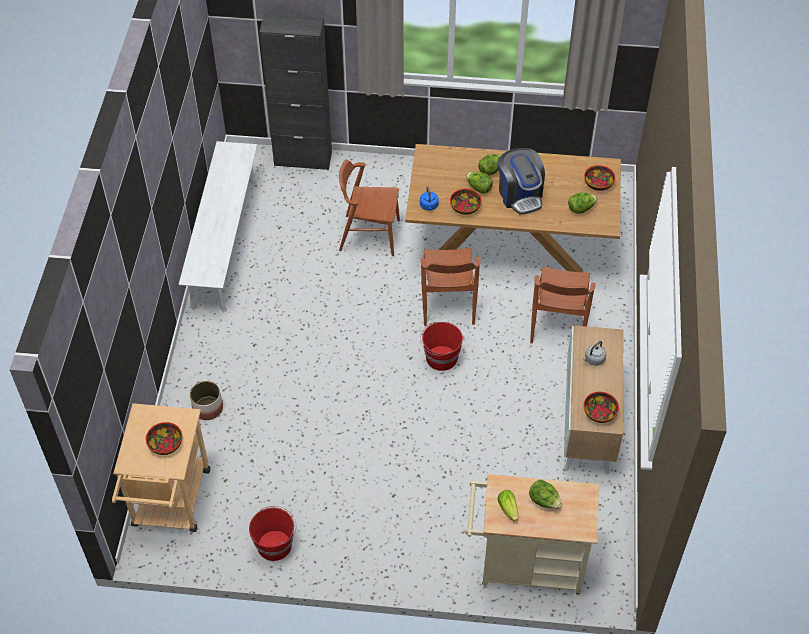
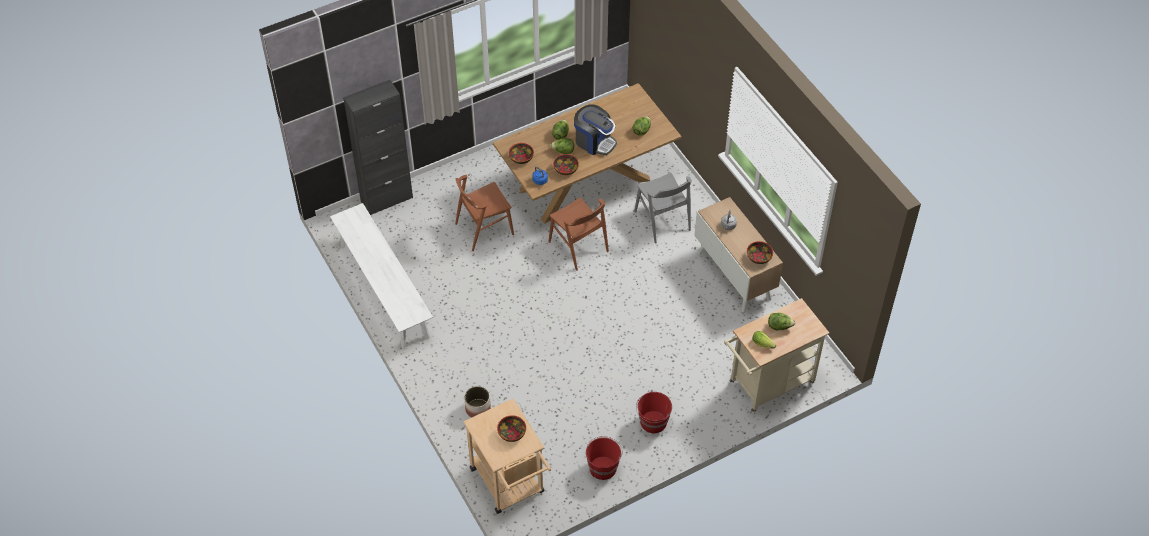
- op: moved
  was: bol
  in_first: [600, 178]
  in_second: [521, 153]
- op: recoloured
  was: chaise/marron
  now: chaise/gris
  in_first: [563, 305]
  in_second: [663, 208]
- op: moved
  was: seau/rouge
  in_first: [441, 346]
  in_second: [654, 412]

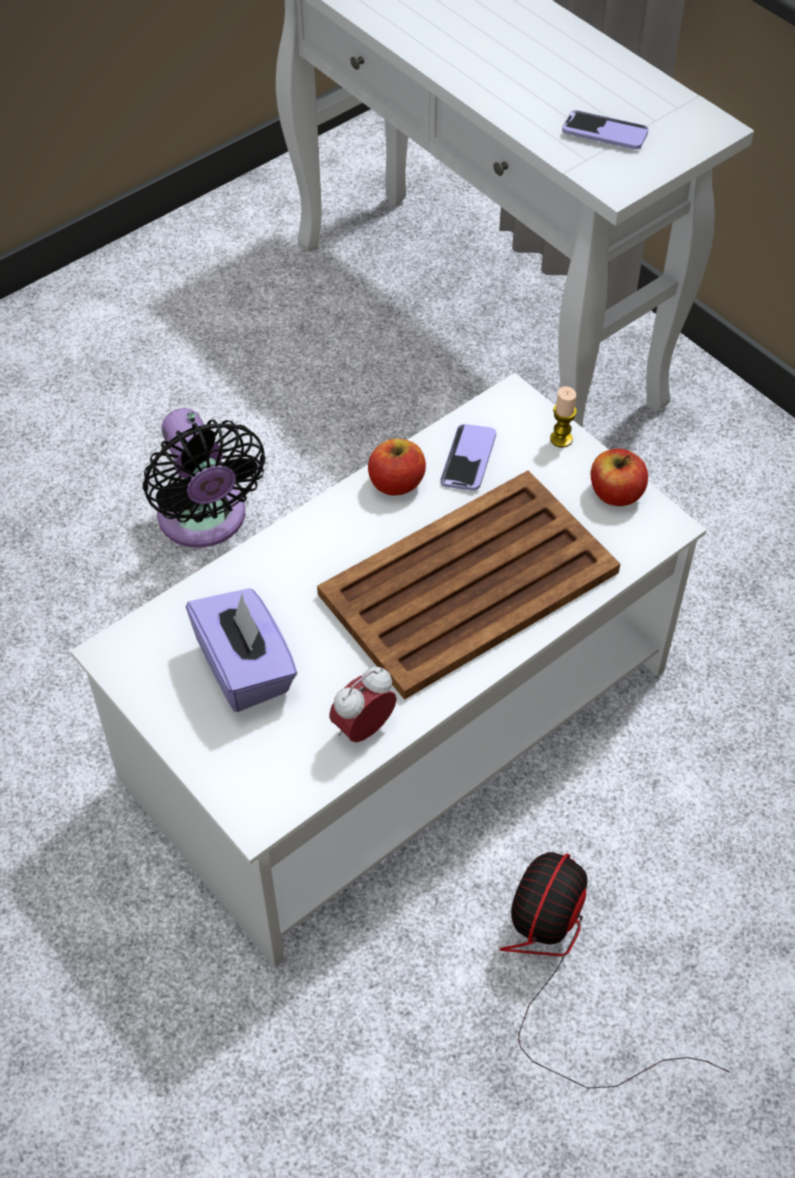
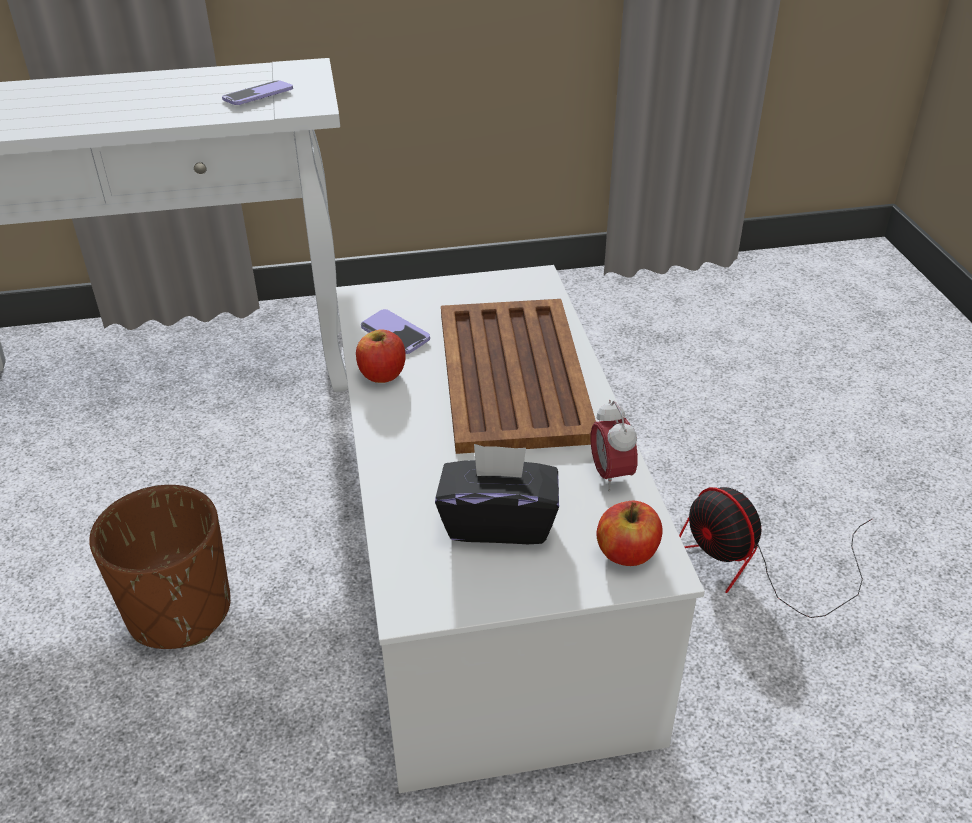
- op: removed
  was: bougie
  in_first: [563, 416]
- op: replaced
  was: ventilateur/noir
  now: cache-pot/marron
  in_first: [204, 478]
  in_second: [160, 567]
- op: moved
  was: pomme
  in_first: [619, 477]
  in_second: [630, 533]
- op: recoloured
  was: boîte à mouchoirs/violet
  now: boîte à mouchoirs/noir
  in_first: [242, 650]
  in_second: [497, 494]

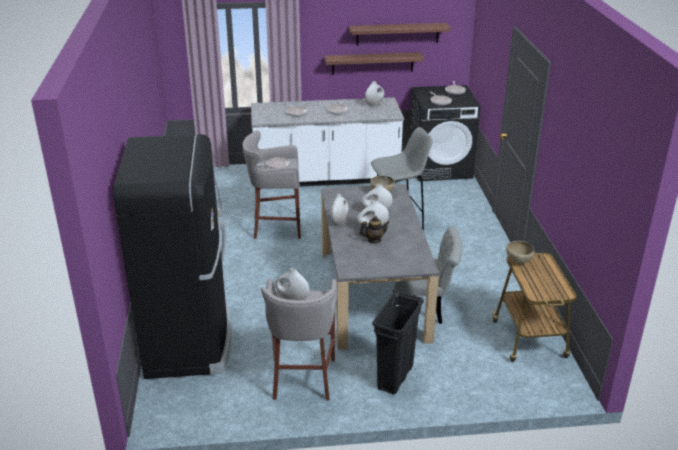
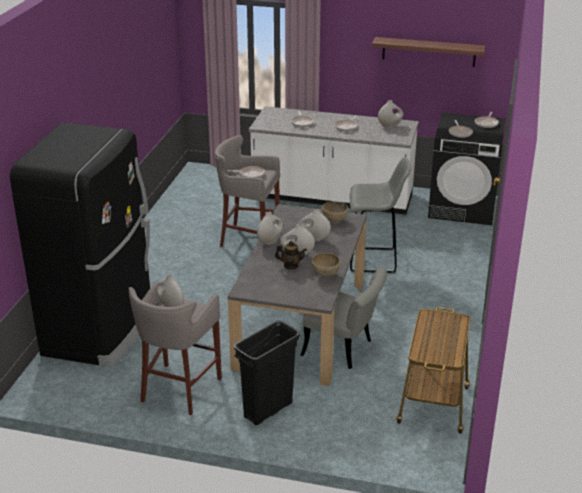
- op: removed
  was: étagère
  in_first: [374, 63]
- op: moved
  was: bol/marron
  in_first: [520, 252]
  in_second: [326, 265]

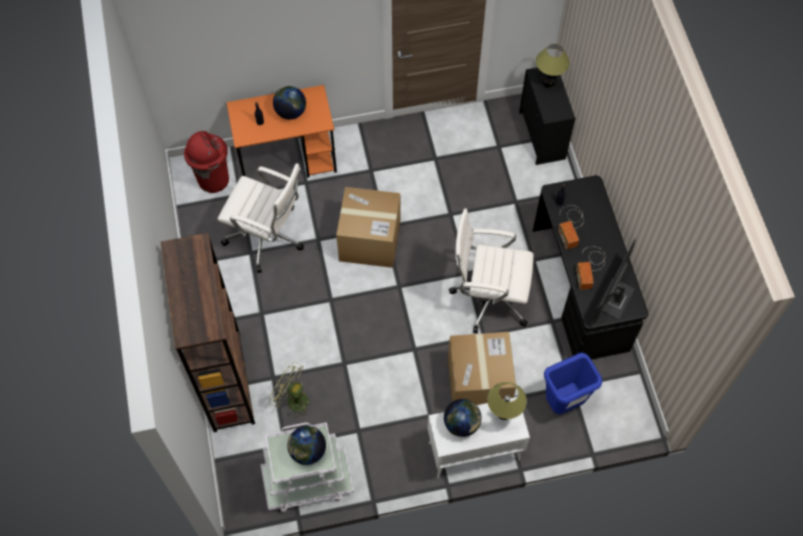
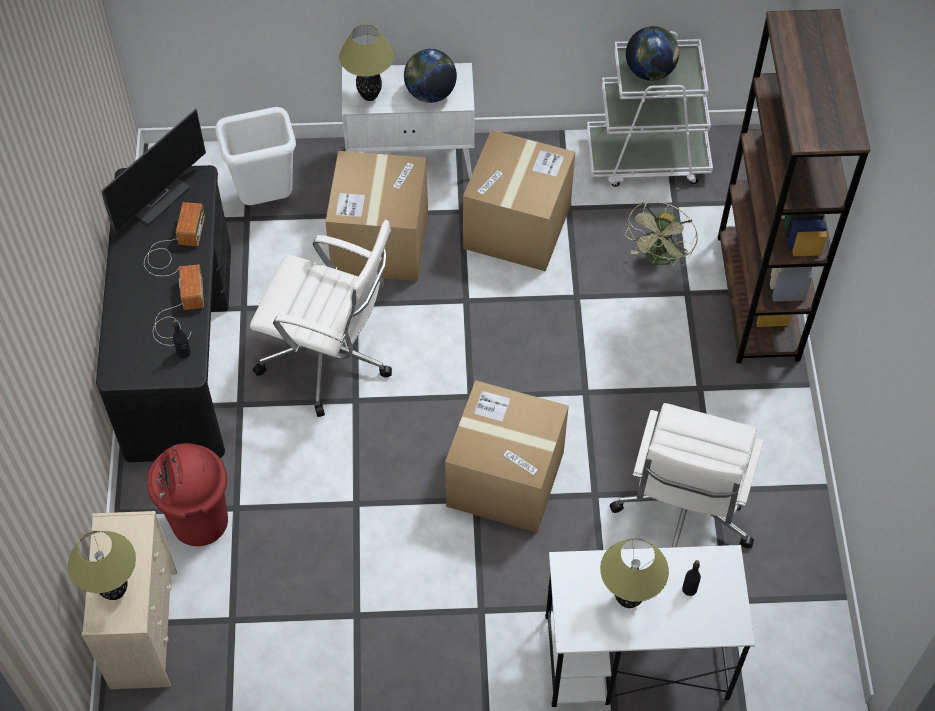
- op: recoloured
  was: commode/noir
  now: commode/beige
  in_first: [547, 116]
  in_second: [129, 600]
- op: recoloured
  was: bureau/orange
  now: bureau/blanc
  in_first: [281, 131]
  in_second: [650, 626]
- op: replaced
  was: globe
  now: lampe de table
  in_first: [289, 103]
  in_second: [634, 573]
- op: moved
  was: poubelle/rouge
  in_first: [206, 162]
  in_second: [187, 494]
- op: turned
  was: chaise de bureau/blanc
  in_first: [260, 218]
  in_second: [686, 475]
  clockwise: -105
- op: recoloured
  was: poubelle/bleu
  now: poubelle/blanc
  in_first: [573, 383]
  in_second: [255, 156]
- op: turned
  was: ventilateur/vert
  in_first: [289, 390]
  in_second: [661, 233]
  clockwise: 75
- op: added
  now: carton
  in_second: [519, 201]

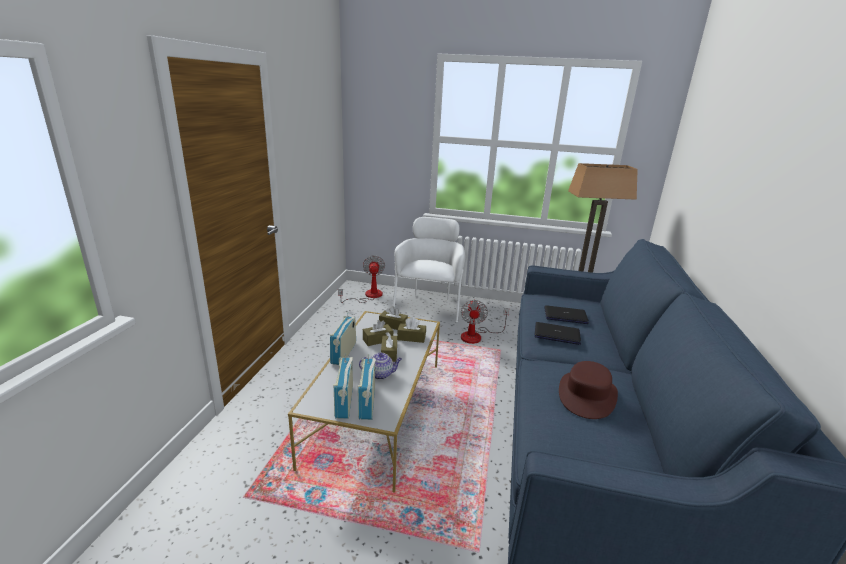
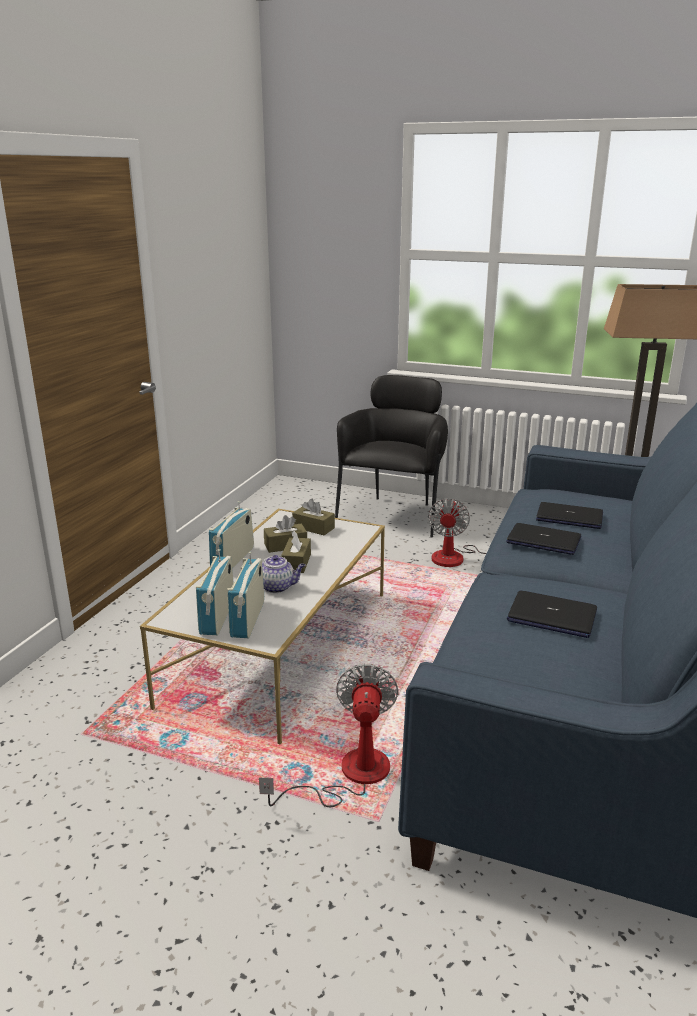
- op: recoloured
  was: fauteuil/blanc
  now: fauteuil/noir
  in_first: [429, 269]
  in_second: [391, 456]
- op: moved
  was: ventilateur
  in_first: [361, 279]
  in_second: [329, 735]
- op: removed
  was: boîte à mouchoirs/marron
  in_first: [411, 330]
- op: replaced
  was: chapeau/marron
  now: ordinateur portable
  in_first: [588, 390]
  in_second: [552, 614]

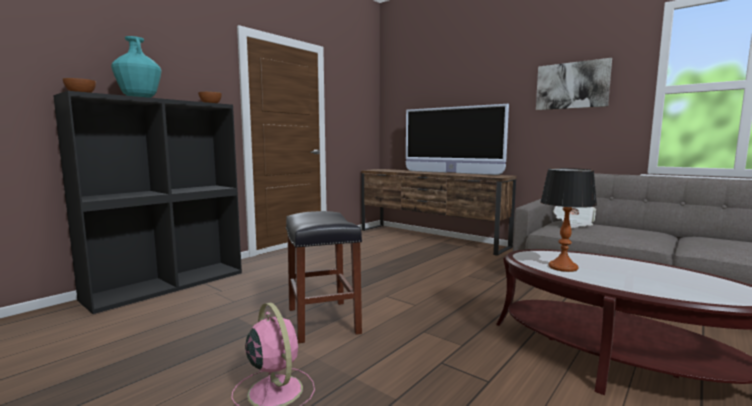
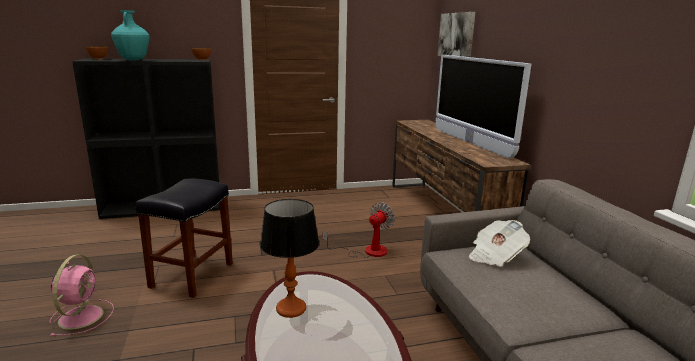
- op: moved
  was: tableau
  in_first: [574, 84]
  in_second: [456, 34]
- op: added
  now: ventilateur
  in_second: [358, 230]

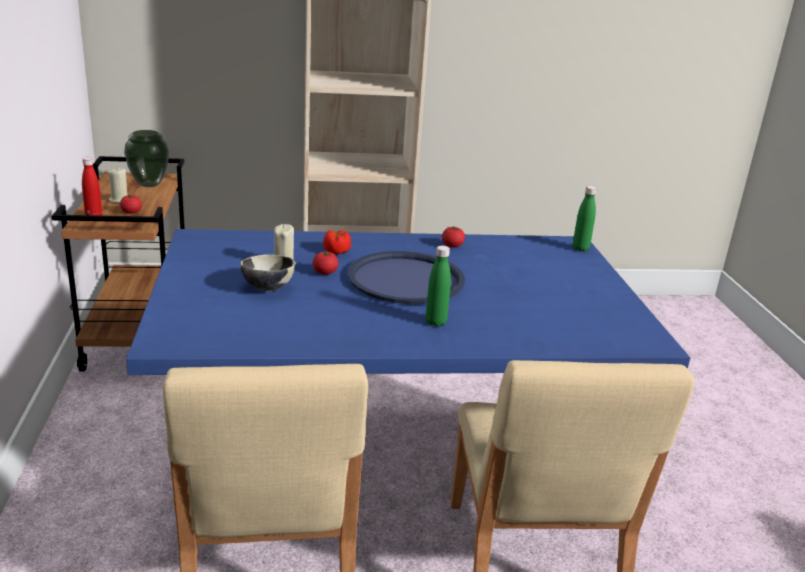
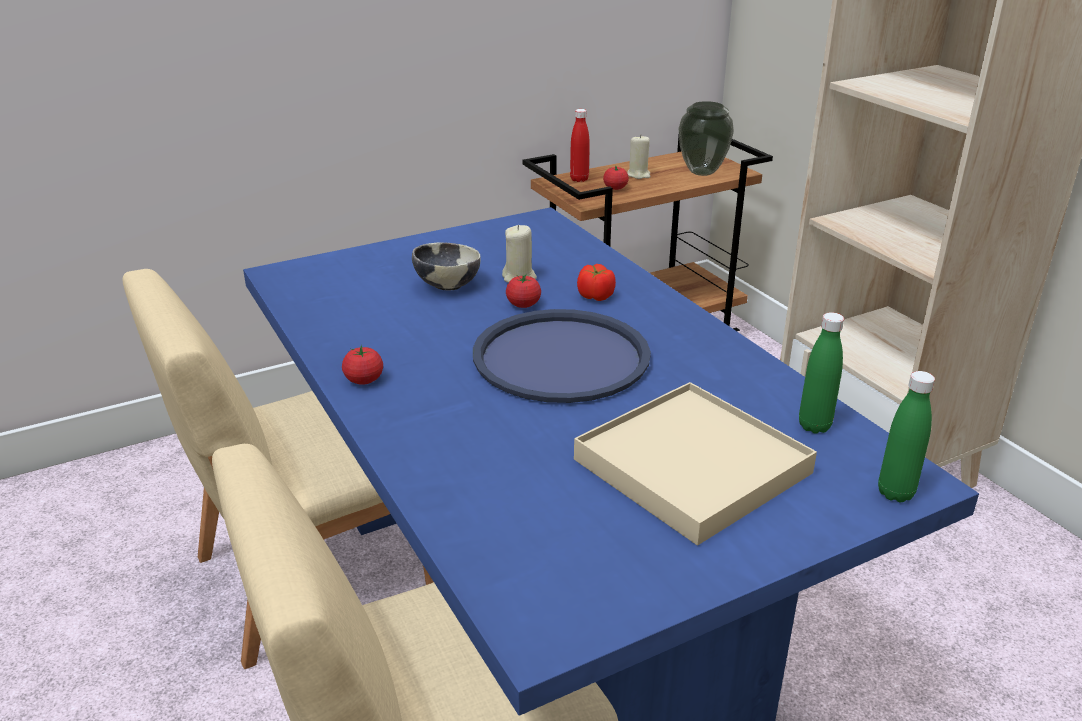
- op: moved
  was: tomate
  in_first: [453, 237]
  in_second: [362, 365]
- op: moved
  was: bouteille/vert
  in_first: [438, 286]
  in_second: [821, 373]
- op: added
  now: plateau/beige
  in_second: [695, 463]

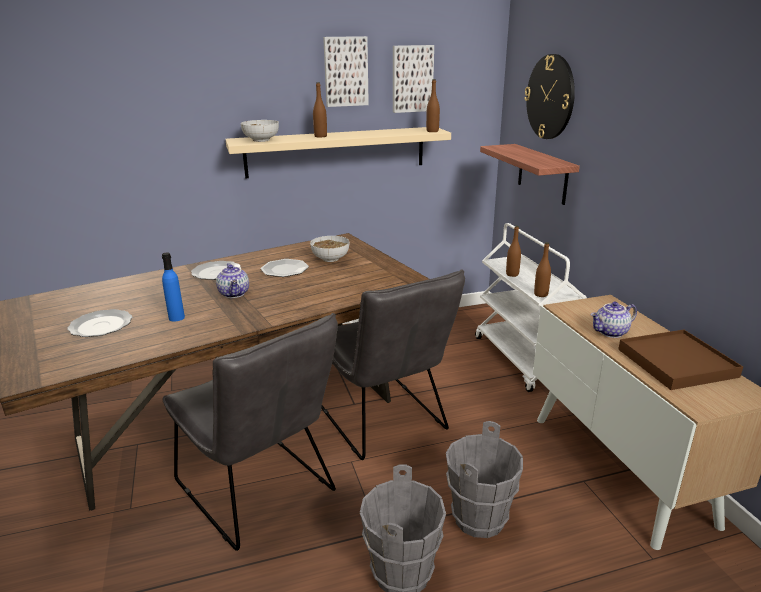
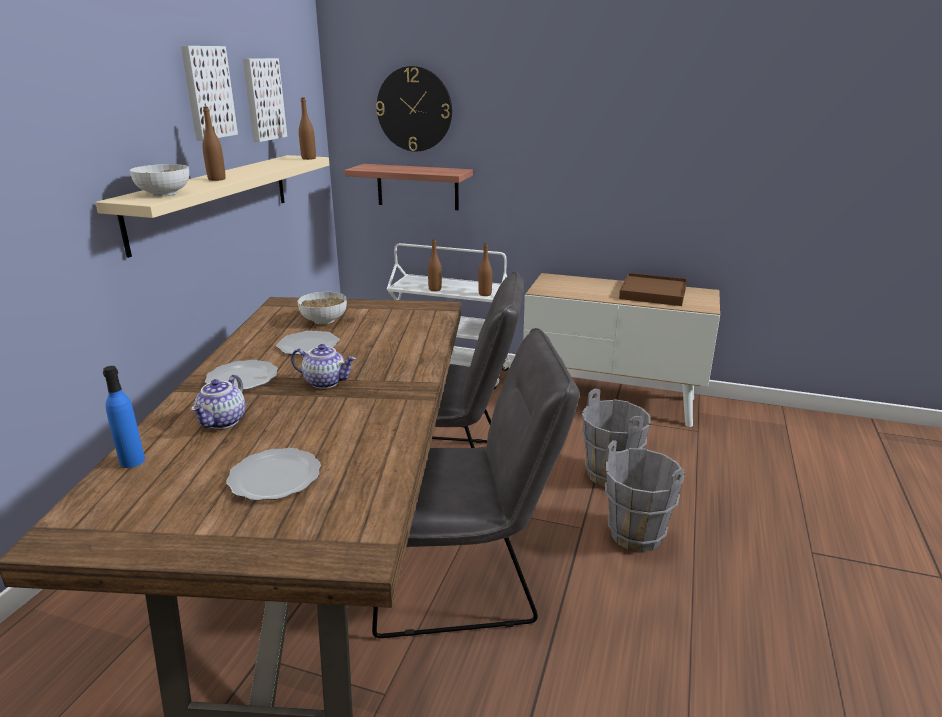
- op: moved
  was: bouteille/bleu
  in_first: [173, 287]
  in_second: [124, 417]
- op: moved
  was: théière
  in_first: [613, 320]
  in_second: [218, 401]

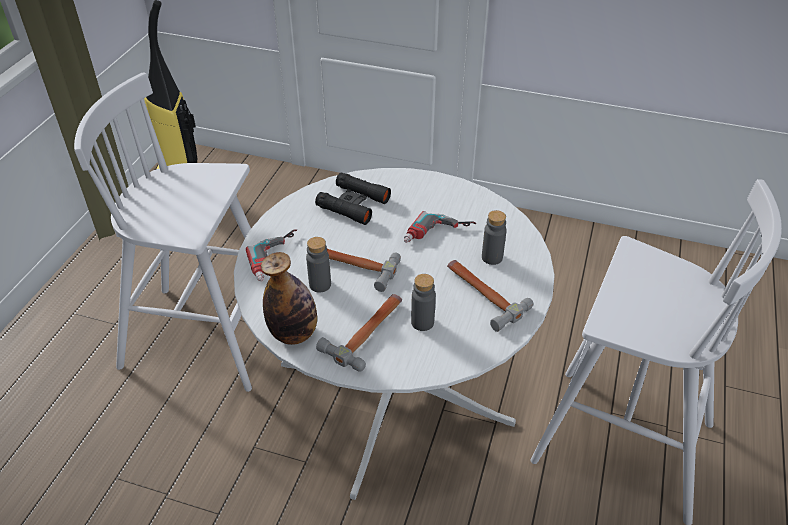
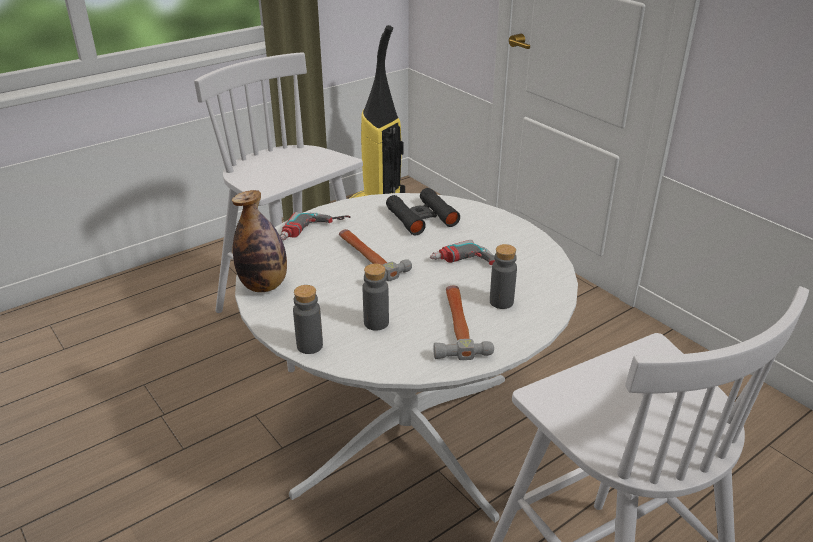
- op: moved
  was: bouteille/gris
  in_first: [318, 265]
  in_second: [308, 319]
- op: removed
  was: marteau
  in_first: [359, 333]

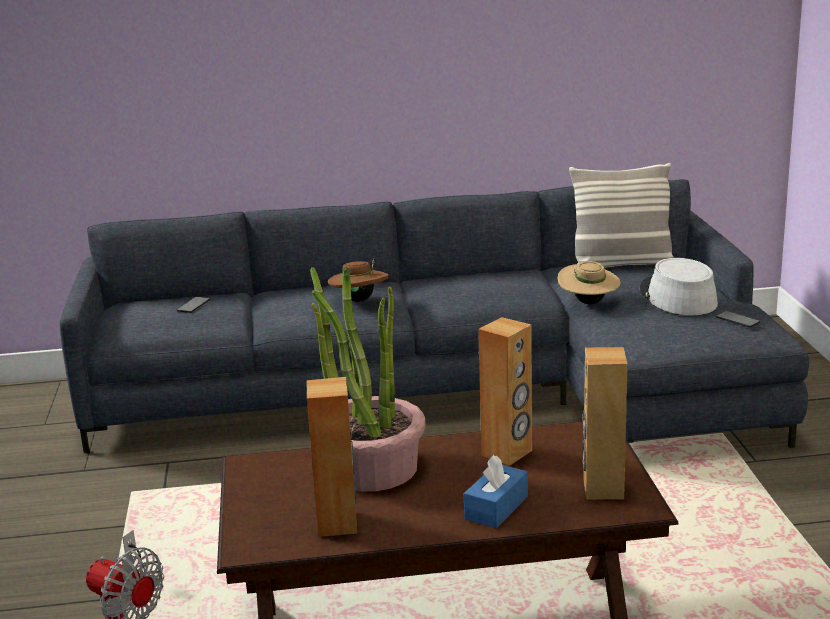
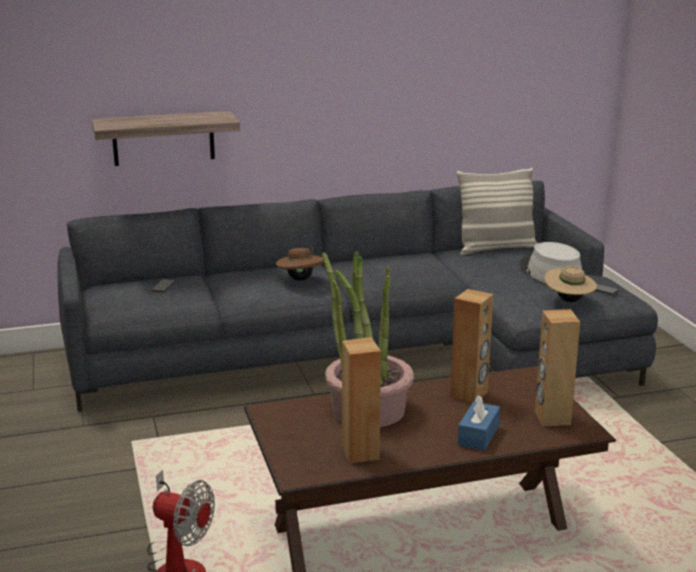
- op: moved
  was: chapeau/beige
  in_first: [589, 282]
  in_second: [571, 284]
- op: added
  now: étagère
  in_second: [166, 138]

